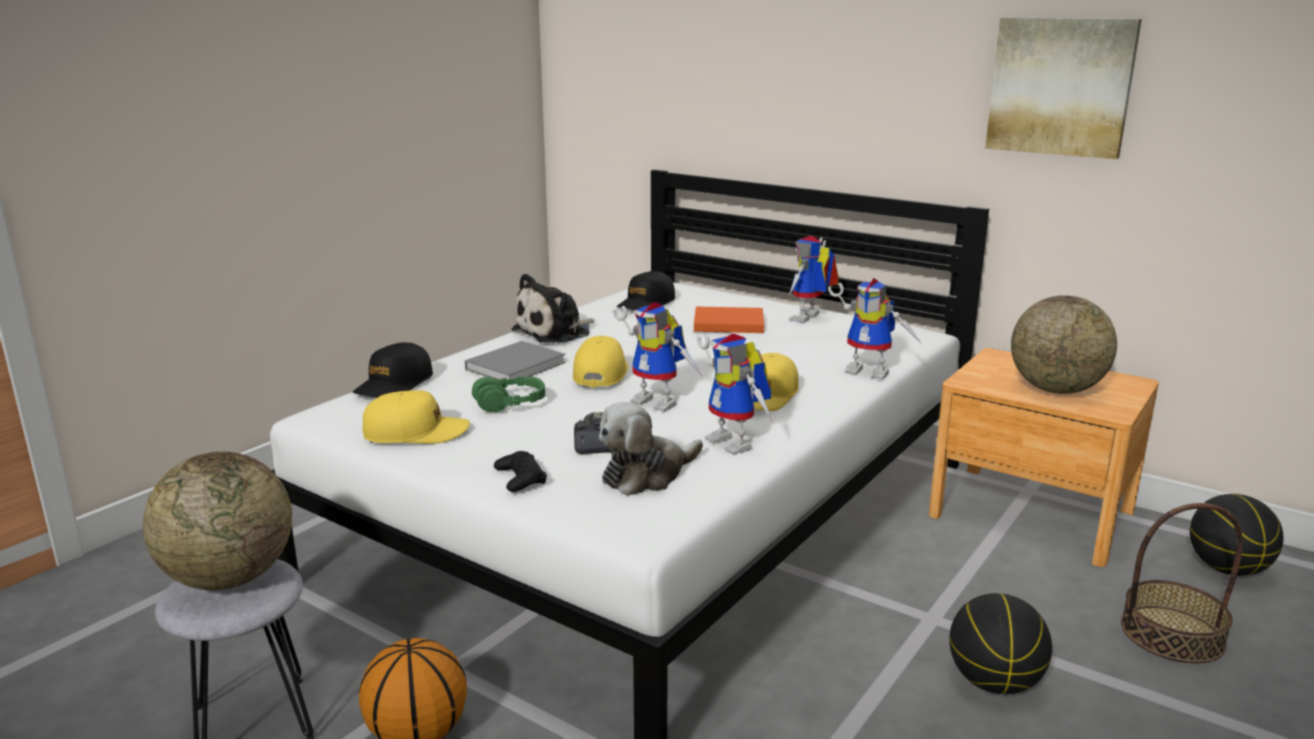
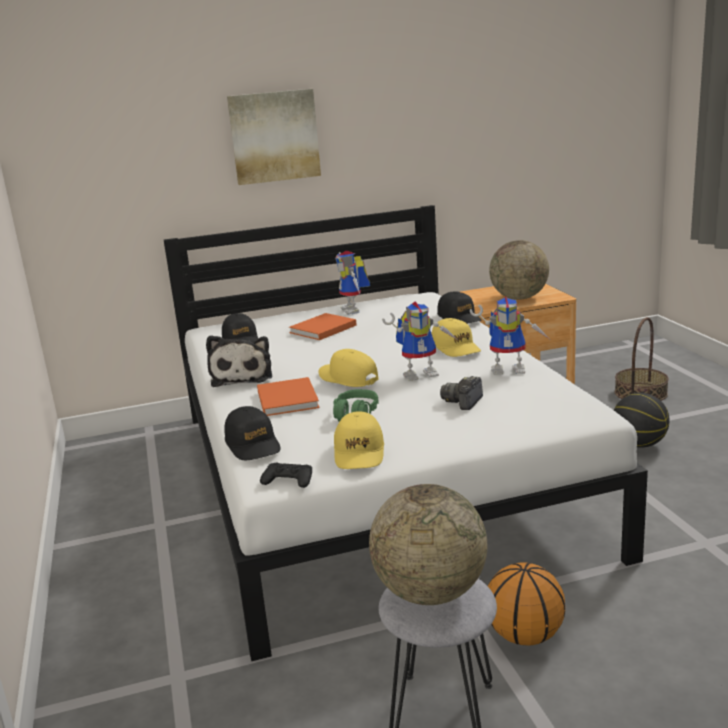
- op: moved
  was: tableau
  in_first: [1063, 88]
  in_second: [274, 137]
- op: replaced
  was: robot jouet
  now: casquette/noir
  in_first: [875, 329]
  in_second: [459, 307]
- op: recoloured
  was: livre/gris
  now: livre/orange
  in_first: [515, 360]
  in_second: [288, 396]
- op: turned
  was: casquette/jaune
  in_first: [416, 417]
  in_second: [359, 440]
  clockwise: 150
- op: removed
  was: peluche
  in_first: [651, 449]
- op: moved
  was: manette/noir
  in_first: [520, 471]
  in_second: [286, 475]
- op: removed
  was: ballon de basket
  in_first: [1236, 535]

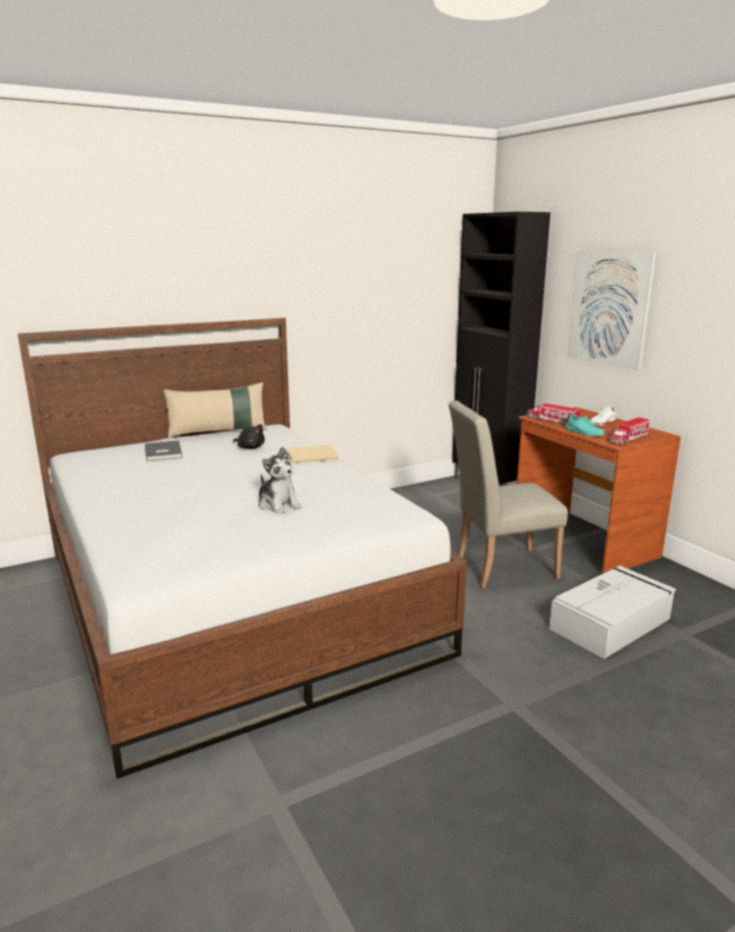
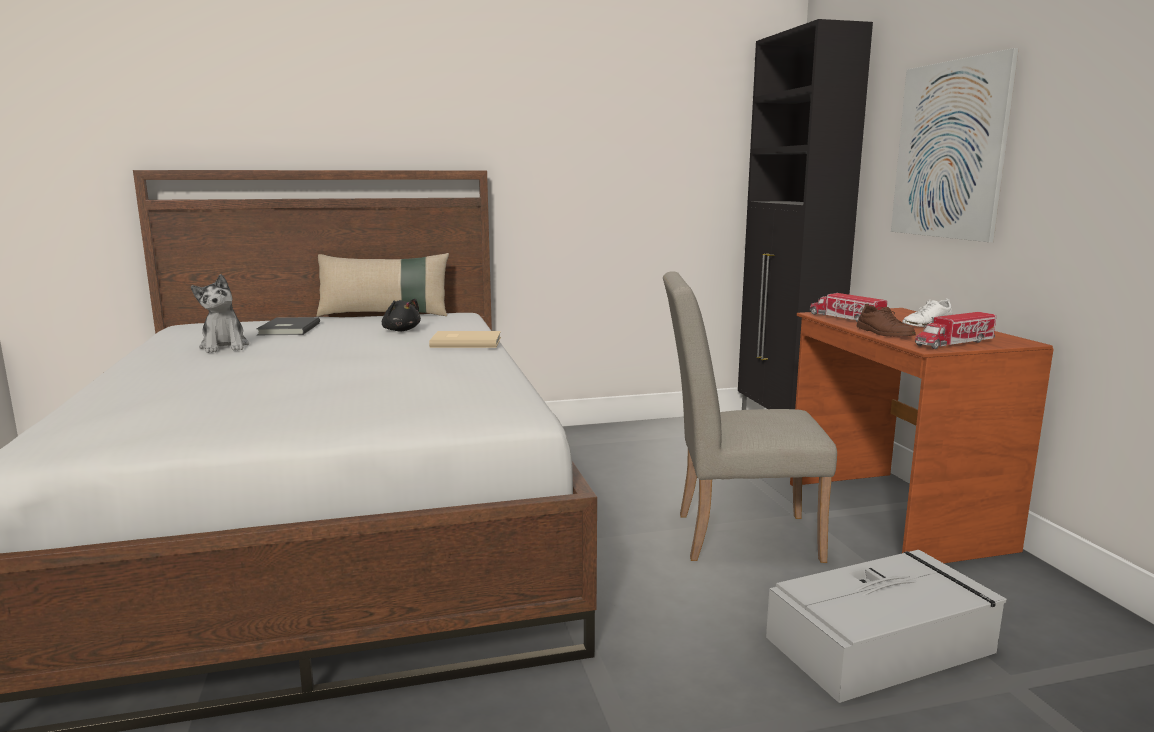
- op: recoloured
  was: chaussure/turquoise
  now: chaussure/marron
  in_first: [585, 425]
  in_second: [886, 320]
- op: moved
  was: peluche
  in_first: [280, 480]
  in_second: [220, 313]

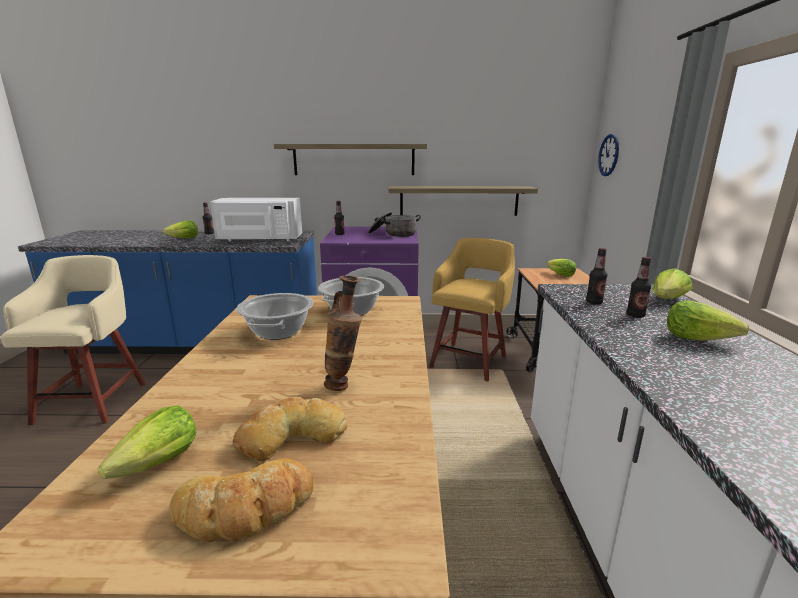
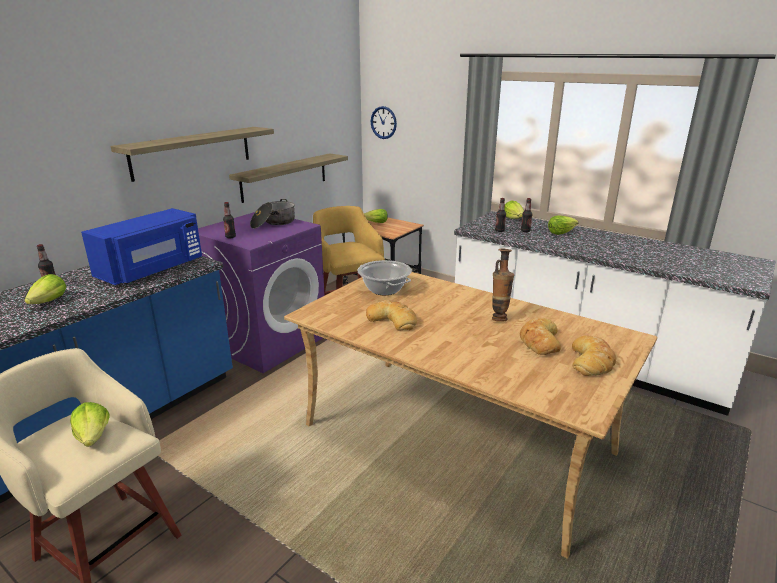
- op: recoloured
  was: micro-ondes/blanc
  now: micro-ondes/bleu
  in_first: [256, 220]
  in_second: [141, 246]
- op: replaced
  was: marmite
  now: pain
  in_first: [275, 316]
  in_second: [391, 315]
- op: moved
  was: laitue
  in_first: [147, 442]
  in_second: [90, 424]

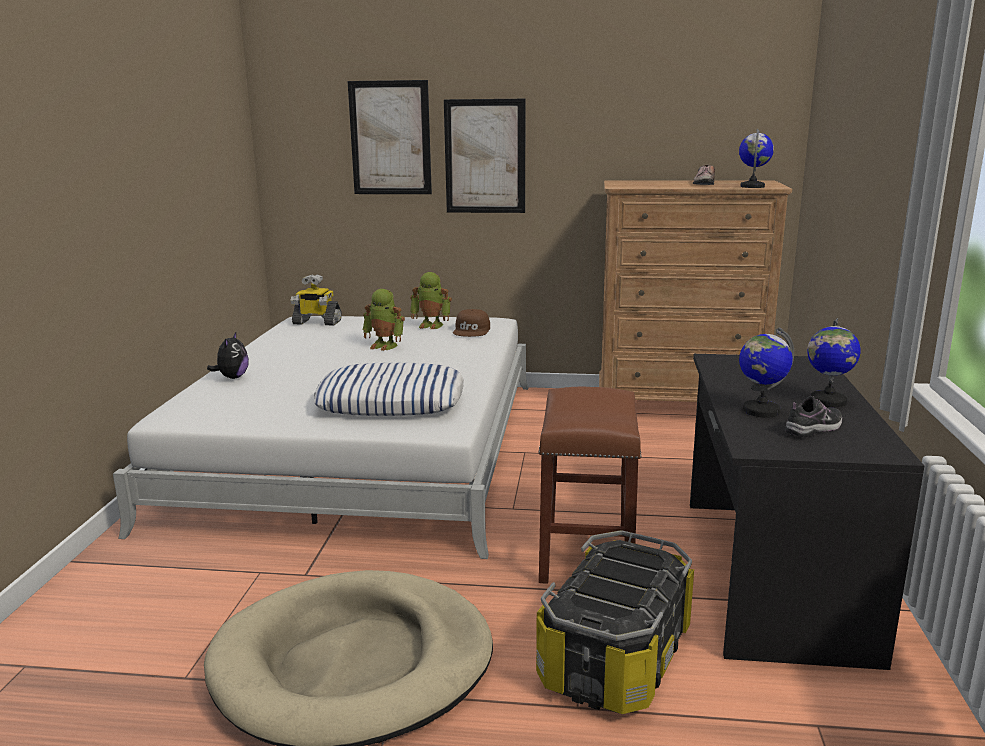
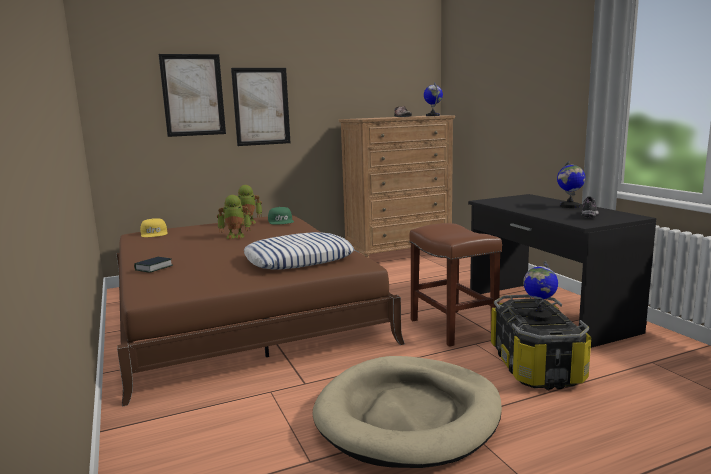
- op: replaced
  was: robot jouet
  now: casquette/jaune
  in_first: [316, 300]
  in_second: [154, 227]
- op: recoloured
  was: casquette/marron
  now: casquette/vert
  in_first: [471, 323]
  in_second: [281, 216]
- op: recoloured
  was: lit/blanc
  now: lit/marron
  in_first: [320, 437]
  in_second: [260, 311]
- op: moved
  was: globe
  in_first: [766, 372]
  in_second: [540, 291]
- op: replaced
  was: peluche
  now: livre
  in_first: [228, 355]
  in_second: [153, 265]

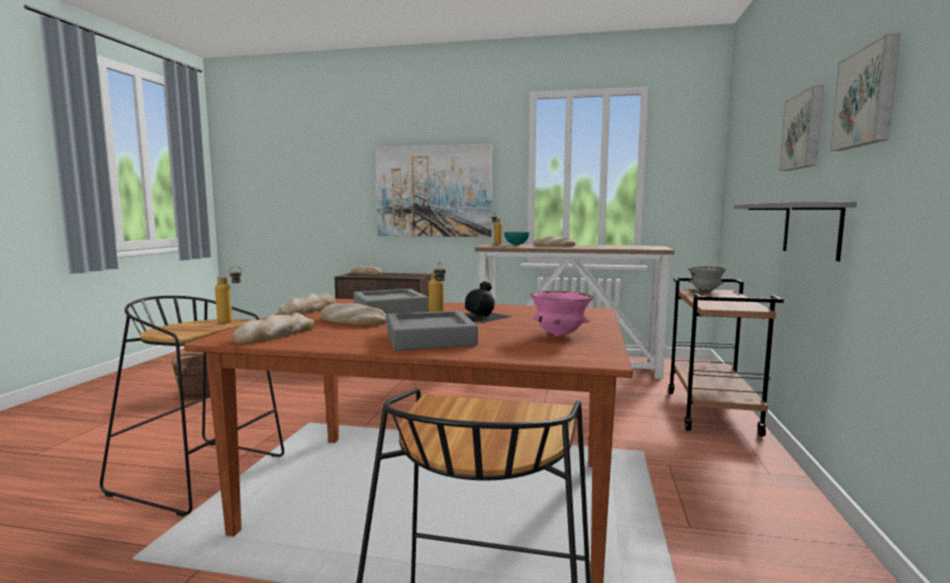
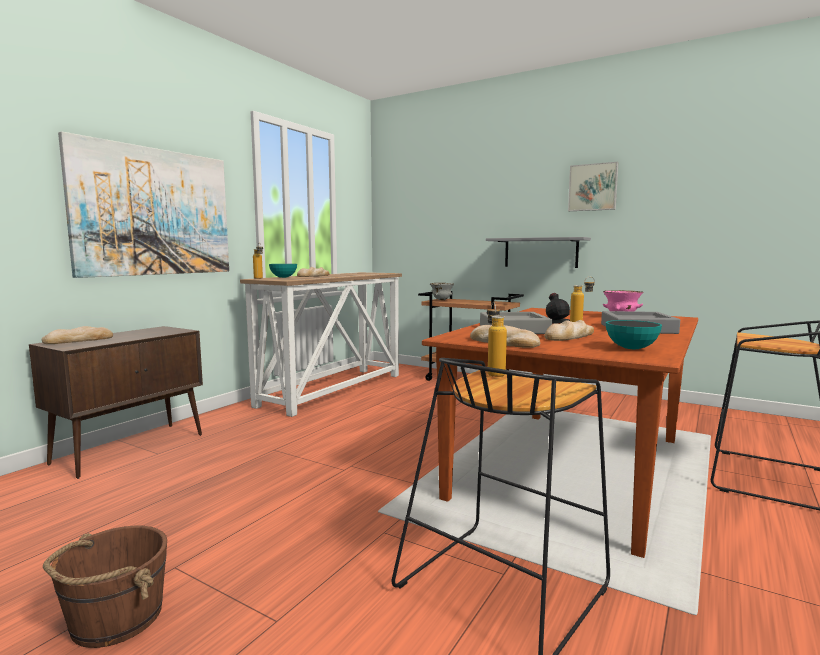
- op: removed
  was: tableau
  in_first: [801, 128]
- op: replaced
  was: pain
  now: bol
  in_first: [273, 328]
  in_second: [634, 334]

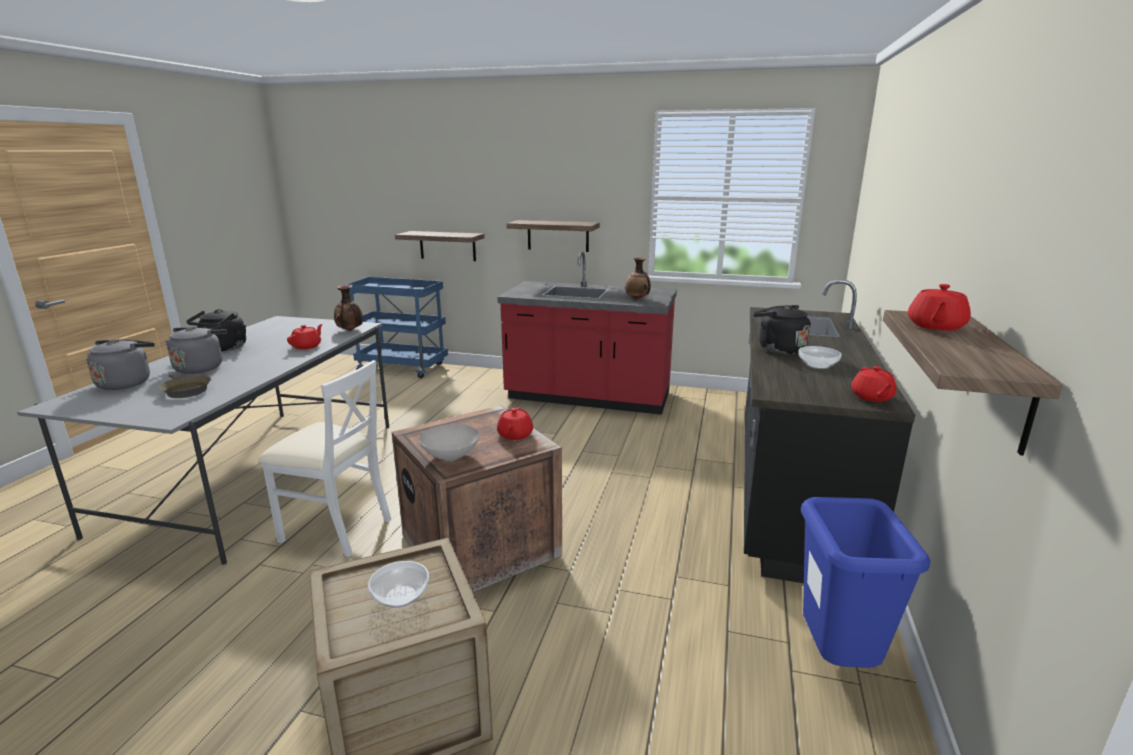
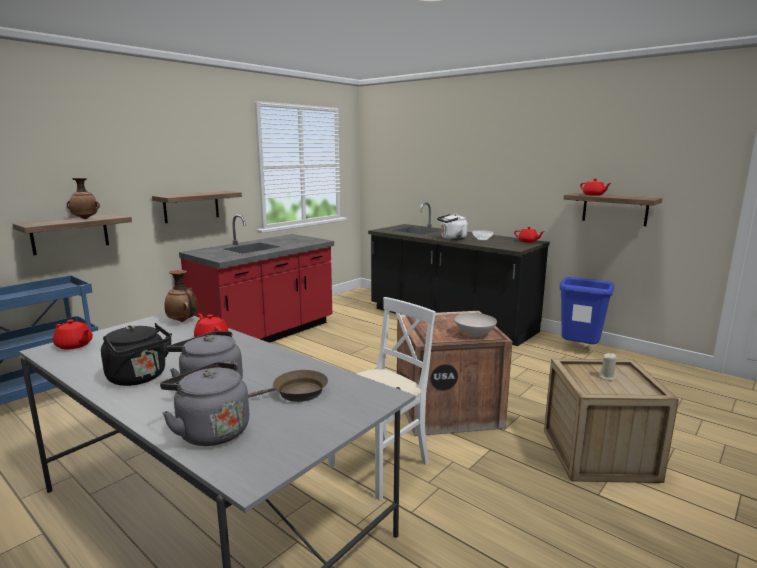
- op: moved
  was: vase
  in_first: [638, 278]
  in_second: [83, 198]
- op: recoloured
  was: bouilloire/noir
  now: bouilloire/blanc
  in_first: [782, 329]
  in_second: [452, 227]
- op: moved
  was: théière/rouge
  in_first: [515, 423]
  in_second: [73, 334]
- op: replaced
  was: bol
  now: bougie/beige
  in_first: [398, 584]
  in_second: [608, 366]

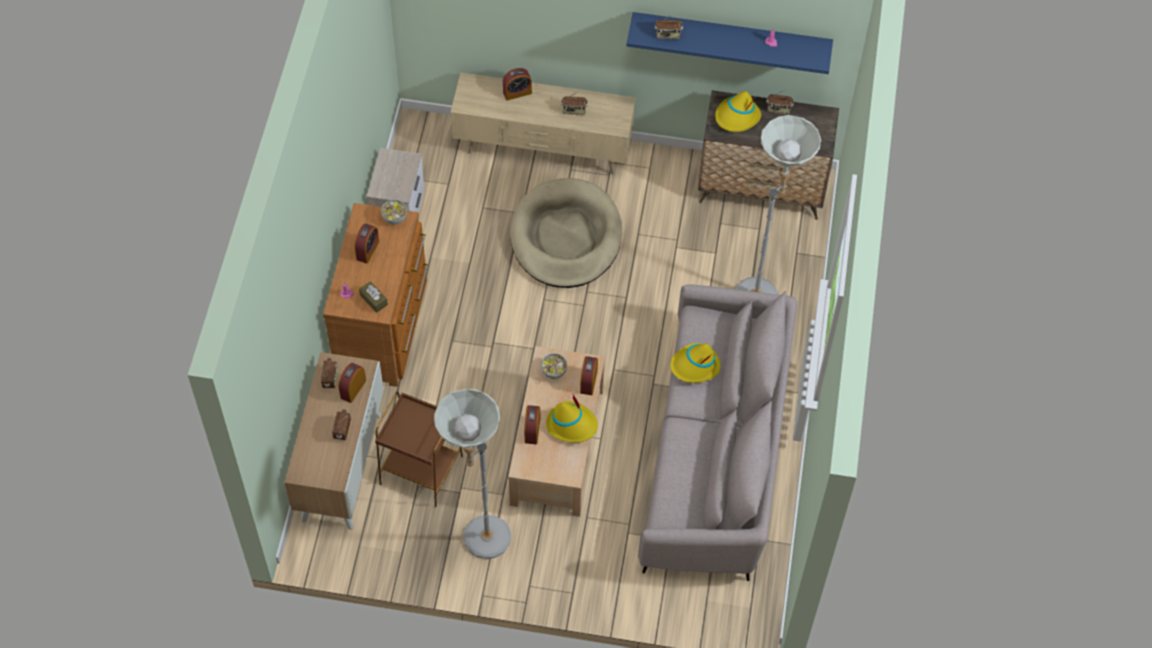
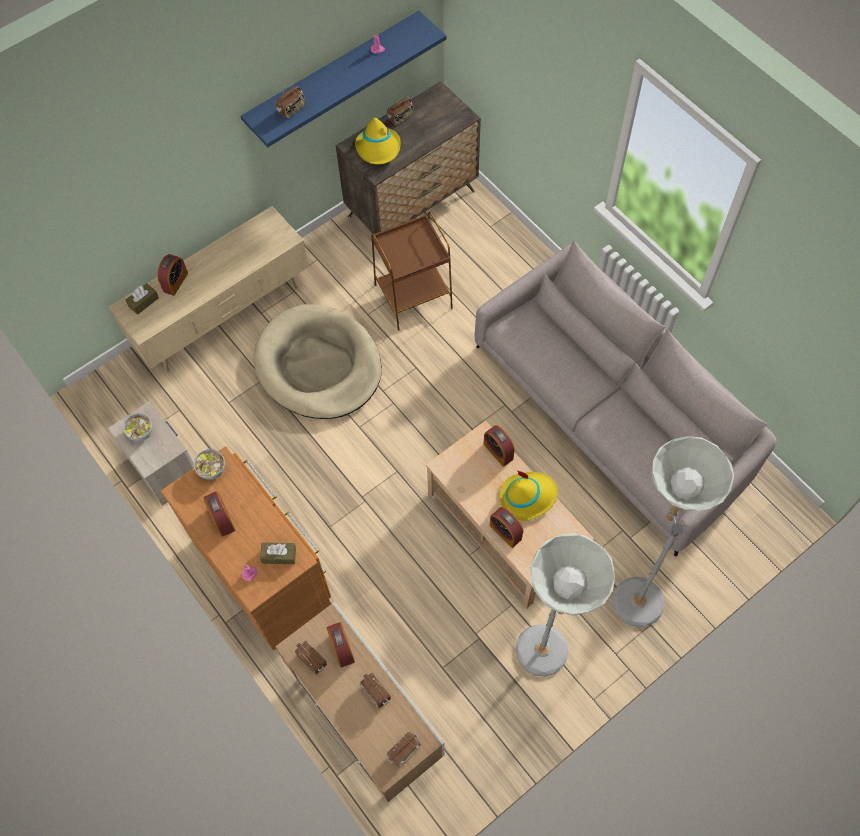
- op: moved
  was: radio
  in_first: [574, 103]
  in_second: [403, 750]
- op: moved
  was: lampadaire/gris
  in_first: [778, 205]
  in_second: [673, 531]
- op: removed
  was: chapeau/jaune
  in_first: [695, 363]
- op: moved
  was: bol
  in_first: [554, 366]
  in_second: [138, 428]
- op: moved
  was: table d'appoint/marron
  in_first: [419, 449]
  in_second: [412, 271]
- op: added
  now: boîte à mouchoirs/marron
  in_second: [142, 299]

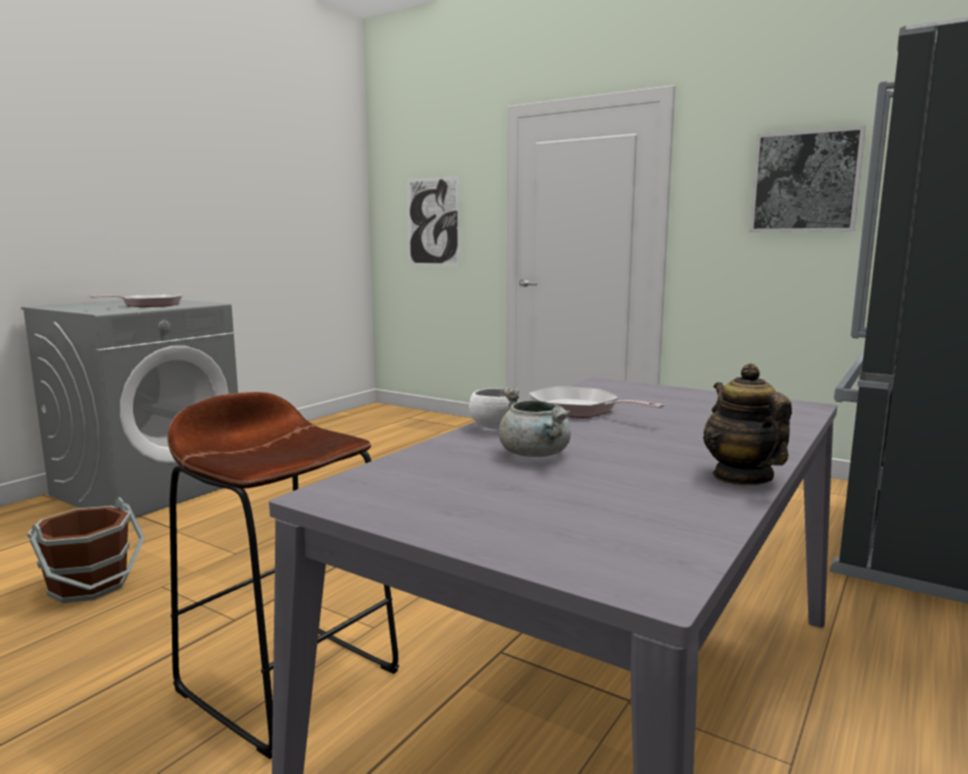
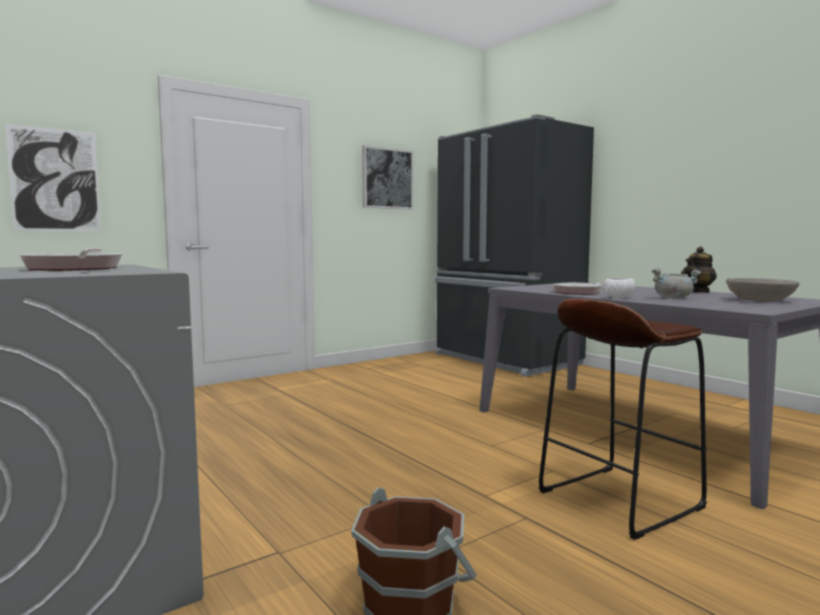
- op: turned
  was: théière
  in_first: [747, 424]
  in_second: [699, 269]
  clockwise: -45
- op: added
  now: bol/gris
  in_second: [763, 290]

